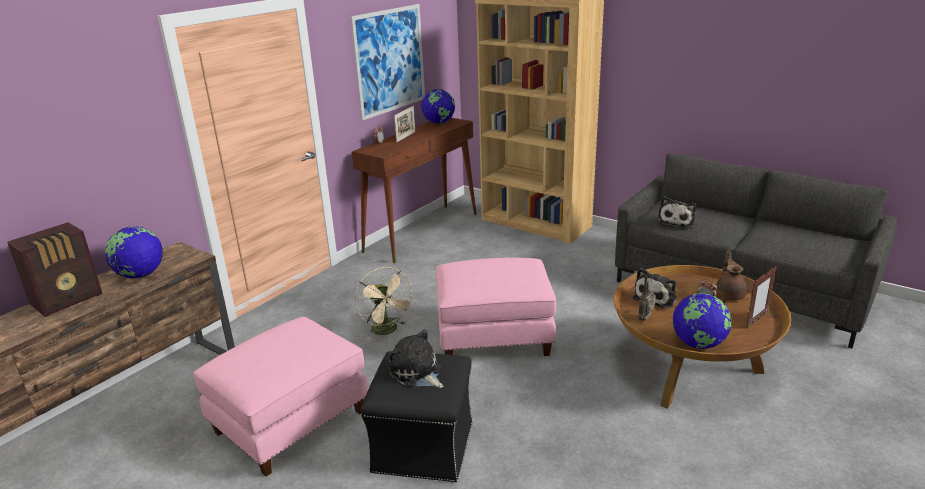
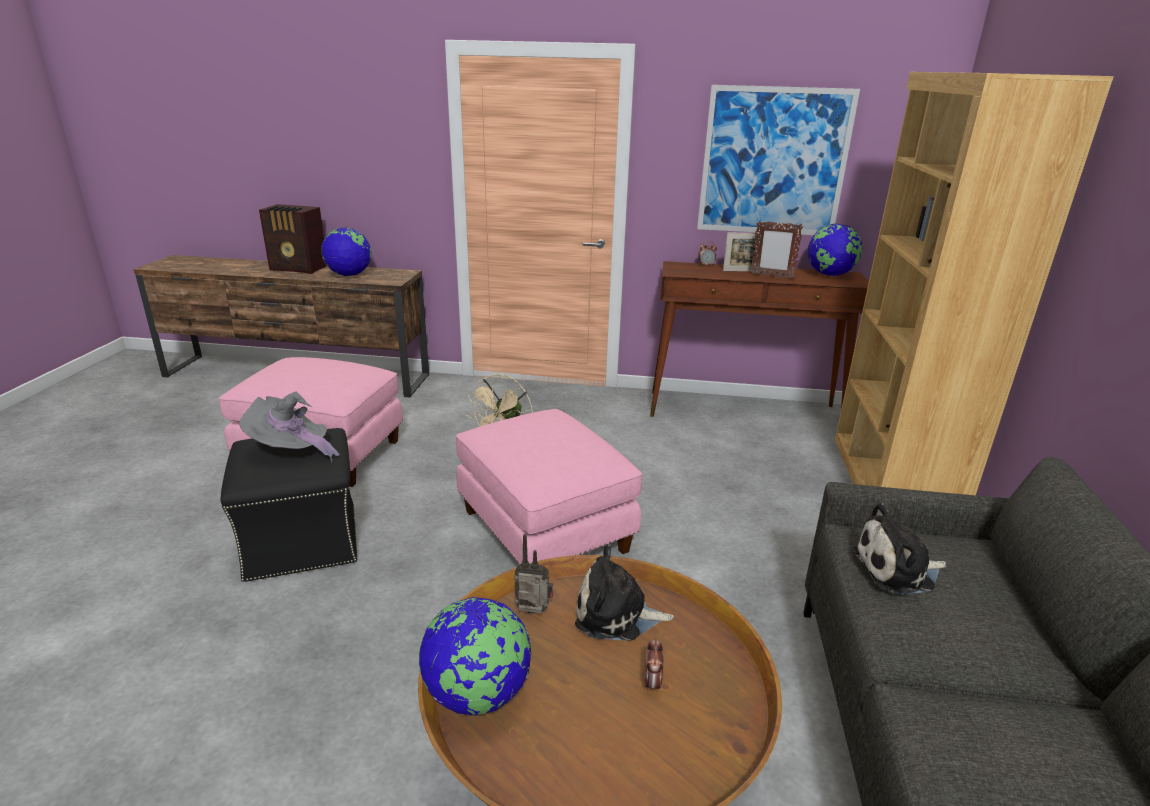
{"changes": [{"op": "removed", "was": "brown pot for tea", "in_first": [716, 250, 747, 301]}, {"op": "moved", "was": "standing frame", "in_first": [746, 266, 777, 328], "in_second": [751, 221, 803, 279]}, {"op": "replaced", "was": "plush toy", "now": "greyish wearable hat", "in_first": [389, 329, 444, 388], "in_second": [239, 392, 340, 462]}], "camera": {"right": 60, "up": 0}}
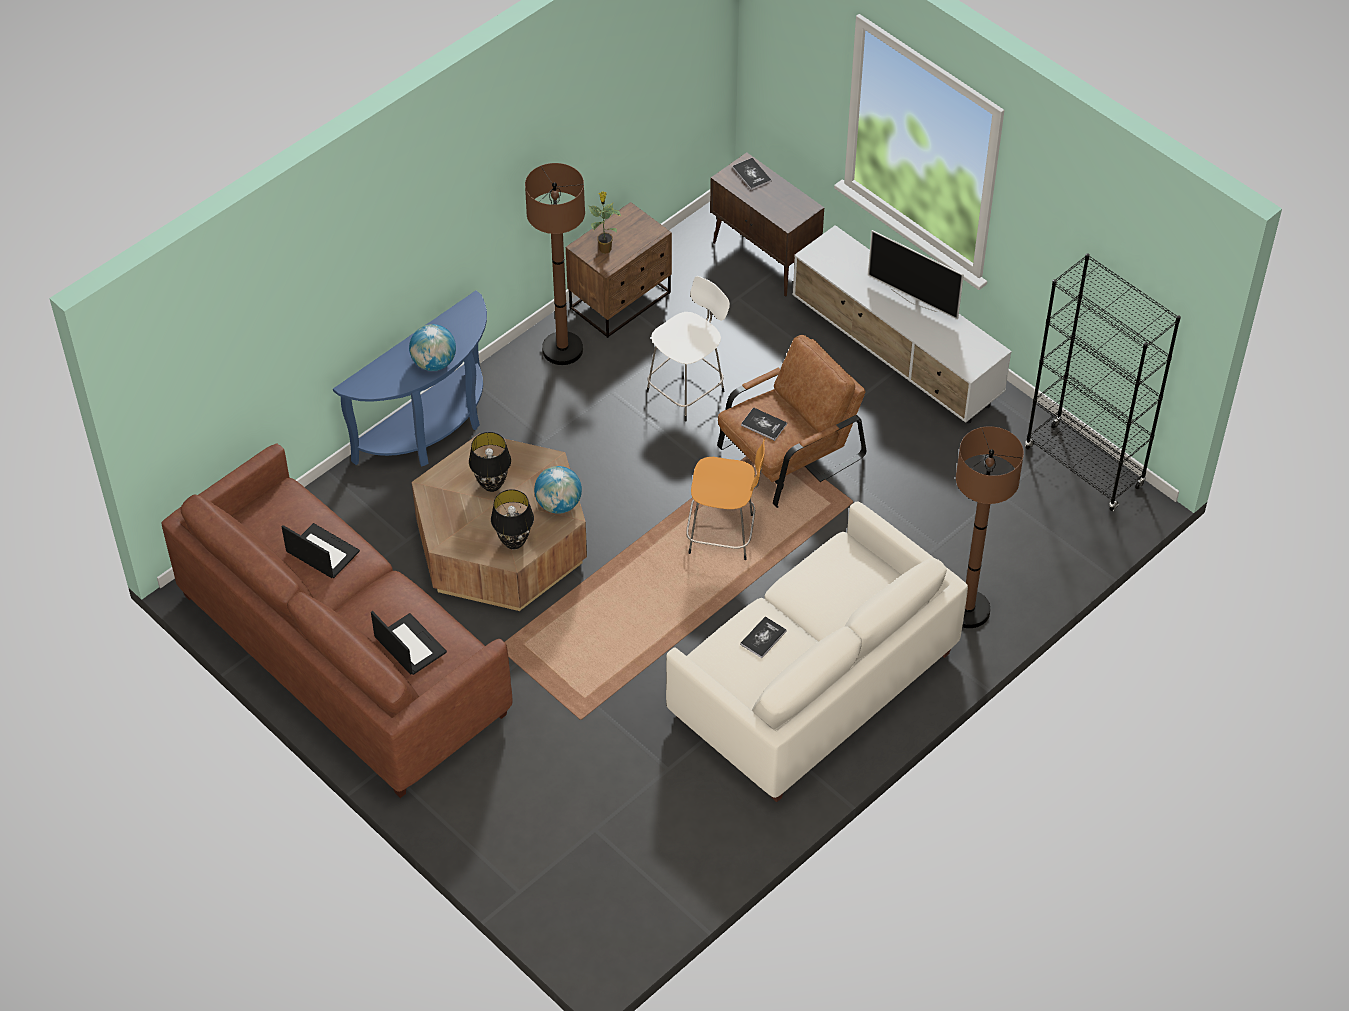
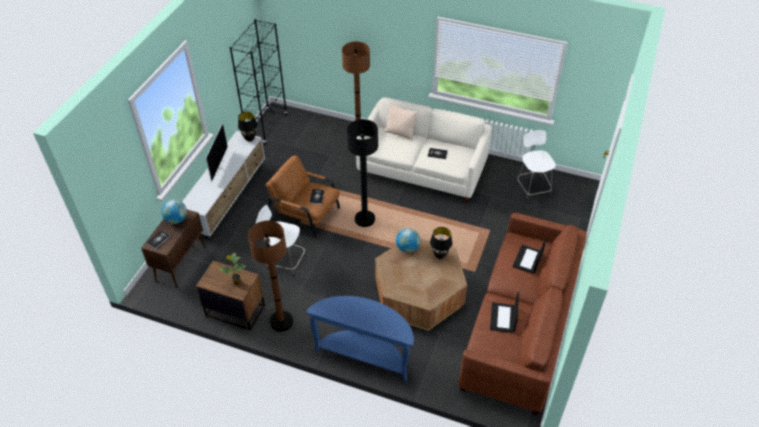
{"changes": [{"op": "added", "now": "beige throw pillow", "in_second": [385, 103, 418, 140]}, {"op": "added", "now": "white stool seat", "in_second": [516, 130, 556, 202]}, {"op": "moved", "was": "desk globe", "in_first": [409, 324, 456, 371], "in_second": [162, 200, 187, 224]}, {"op": "moved", "was": "blackish tabletop lamp", "in_first": [469, 432, 511, 492], "in_second": [238, 112, 257, 141]}, {"op": "replaced", "was": "orange stool seat", "now": "blackish standard lamp", "in_first": [686, 438, 765, 560], "in_second": [347, 119, 378, 227]}], "camera": {"right": -115, "up": -5}}
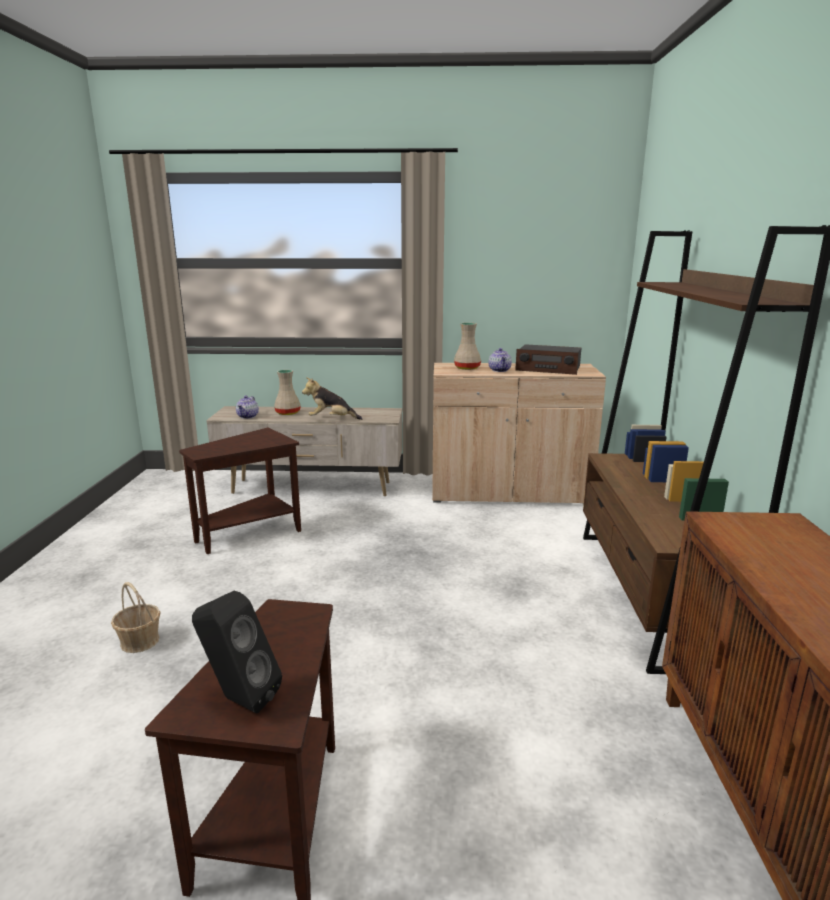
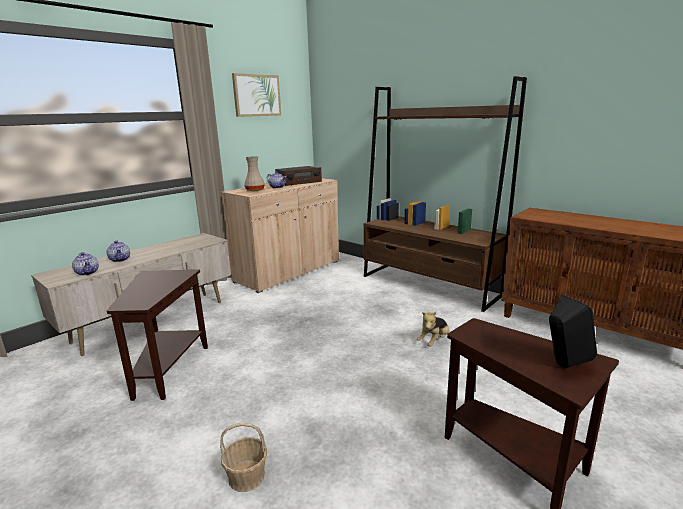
{"changes": [{"op": "added", "now": "wall picture", "in_second": [232, 73, 281, 117]}, {"op": "moved", "was": "plush toy", "in_first": [302, 377, 362, 420], "in_second": [417, 312, 449, 347]}, {"op": "replaced", "was": "beige flower vase", "now": "pot for tea", "in_first": [274, 370, 301, 415], "in_second": [107, 240, 130, 262]}], "camera": {"right": -50, "up": 0}}
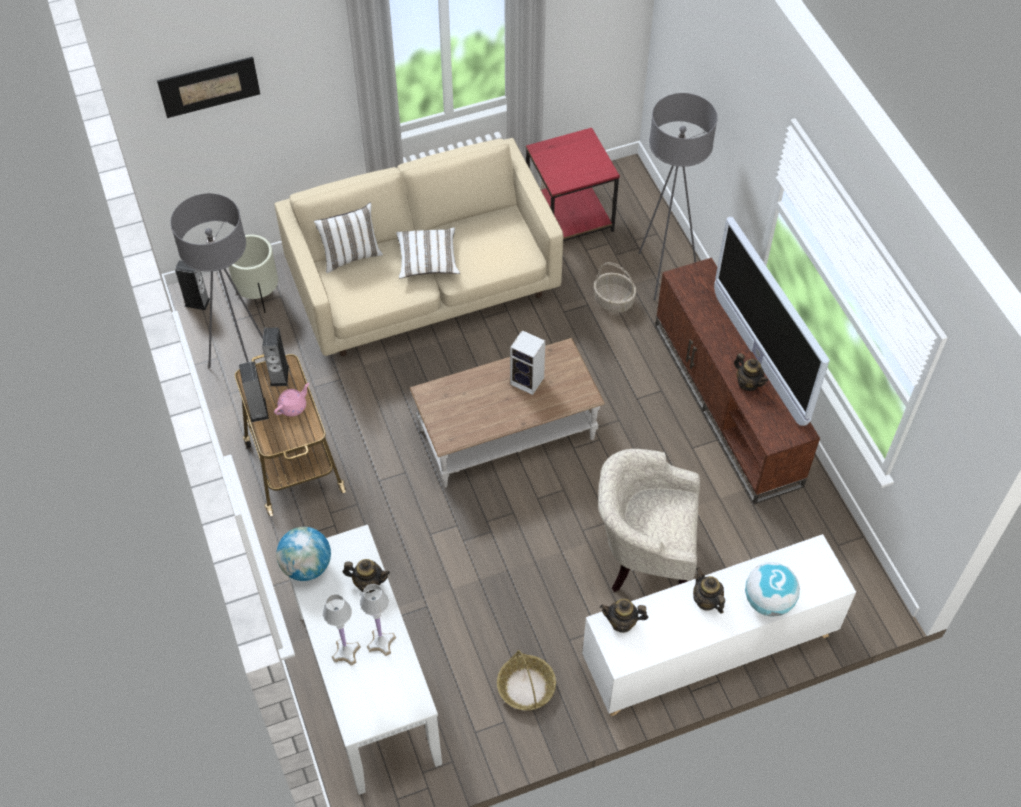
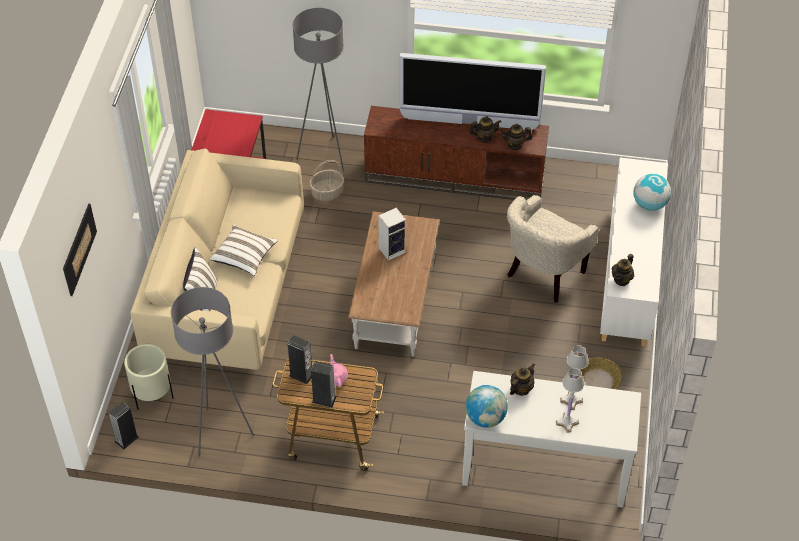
{"changes": [{"op": "moved", "was": "pot for tea", "in_first": [693, 568, 725, 614], "in_second": [500, 124, 533, 150]}], "camera": {"right": -60, "up": -5}}
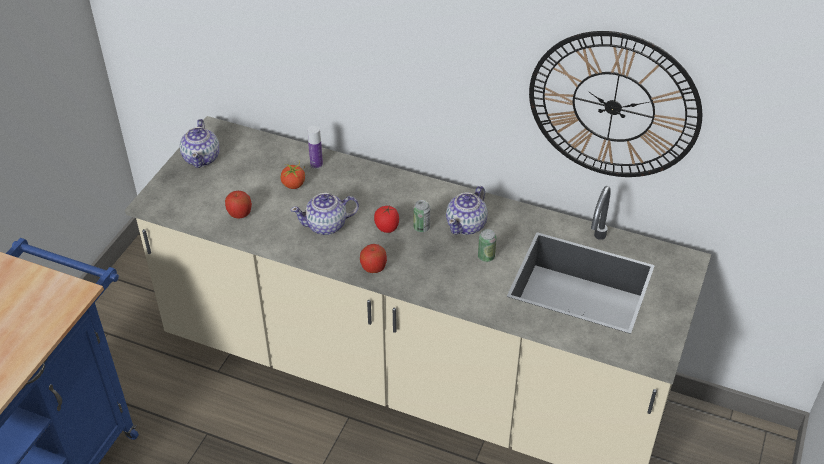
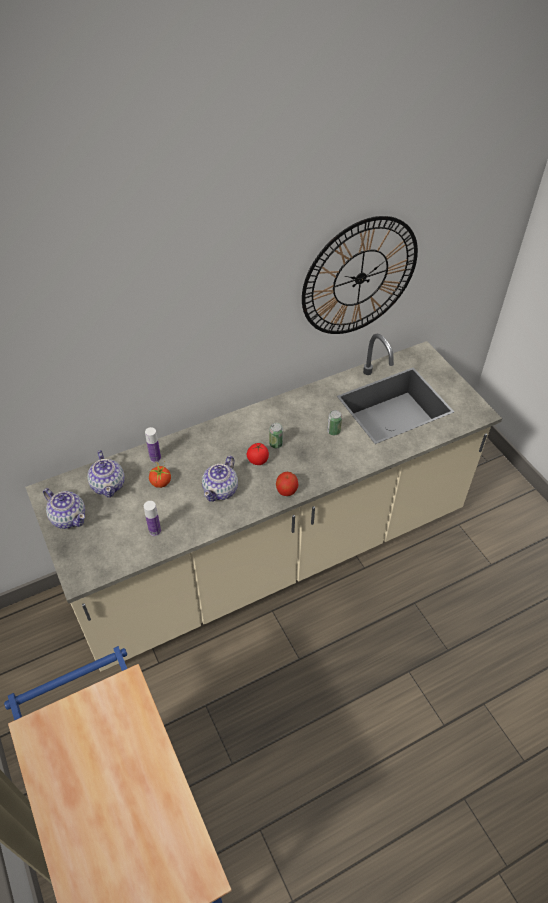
{"changes": [{"op": "moved", "was": "pot for tea", "in_first": [446, 186, 488, 235], "in_second": [87, 450, 125, 498]}, {"op": "replaced", "was": "apple", "now": "drink bottle", "in_first": [225, 191, 252, 218], "in_second": [144, 501, 161, 536]}], "camera": {"right": -50, "up": 5}}
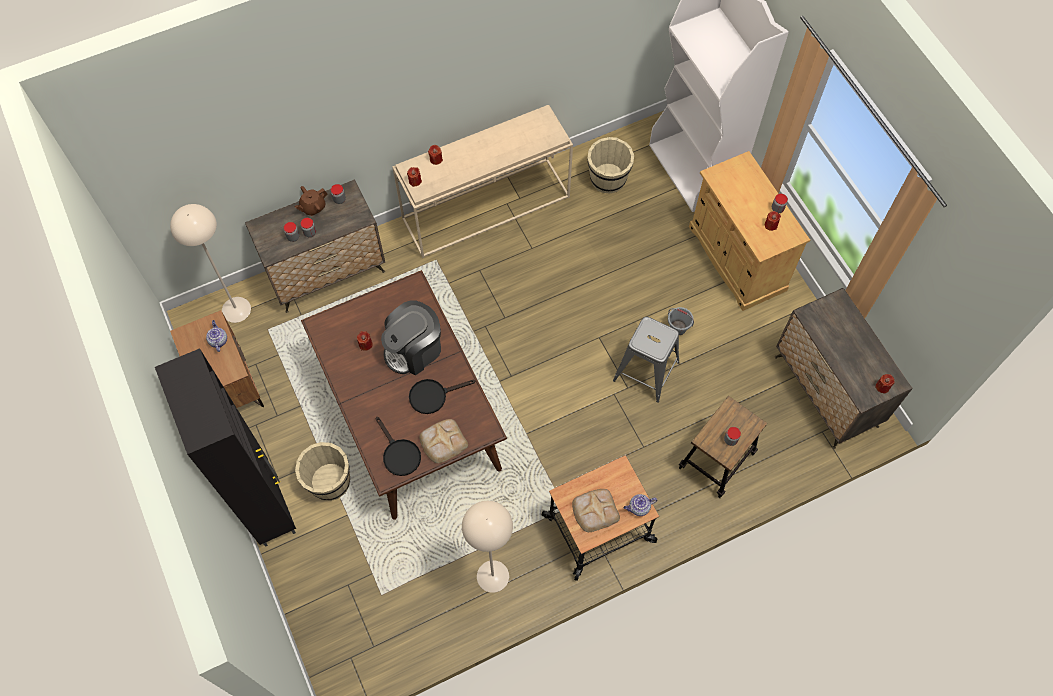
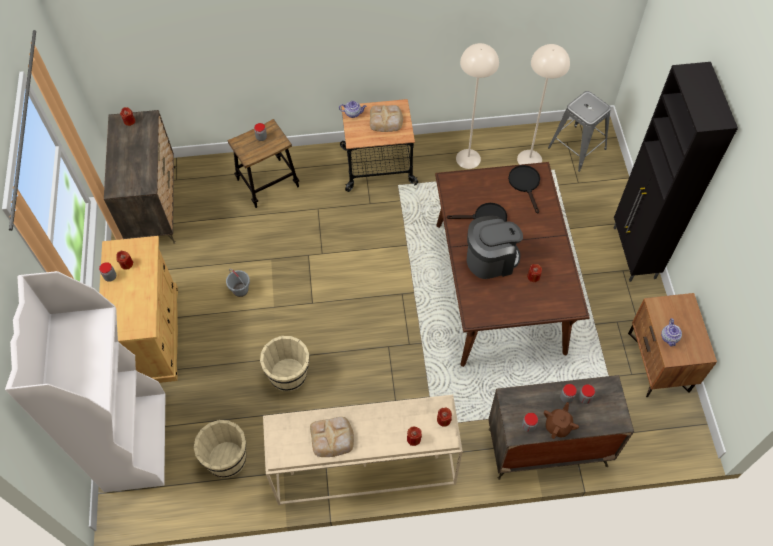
{"changes": [{"op": "moved", "was": "beige standard lamp", "in_first": [170, 204, 251, 323], "in_second": [517, 44, 570, 165]}, {"op": "moved", "was": "beige bucket", "in_first": [295, 442, 350, 501], "in_second": [260, 336, 309, 392]}, {"op": "moved", "was": "baked bread", "in_first": [420, 419, 468, 463], "in_second": [310, 417, 354, 457]}, {"op": "moved", "was": "greyish stool seat", "in_first": [613, 317, 680, 403], "in_second": [548, 91, 611, 172]}, {"op": "turned", "was": "brown pot for tea", "in_first": [295, 186, 327, 216], "in_second": [544, 402, 579, 439], "clockwise": -45}], "camera": {"right": -160, "up": -5}}
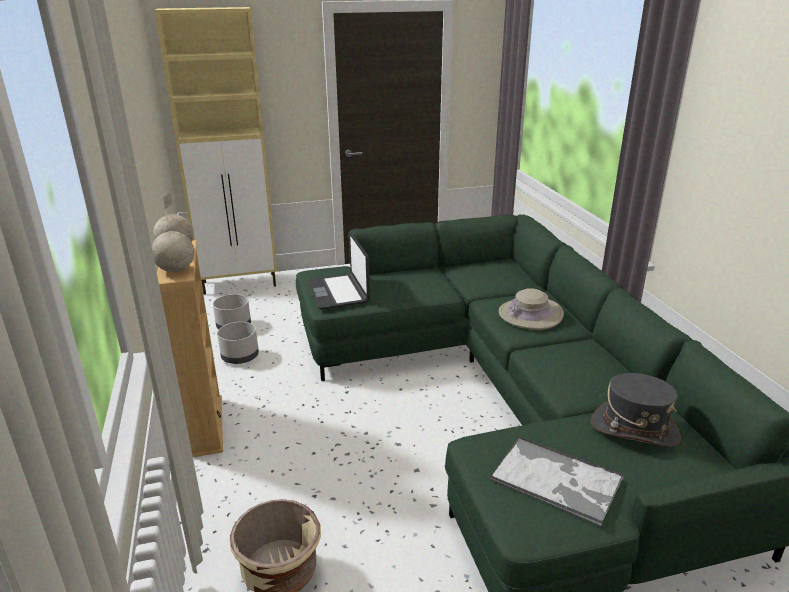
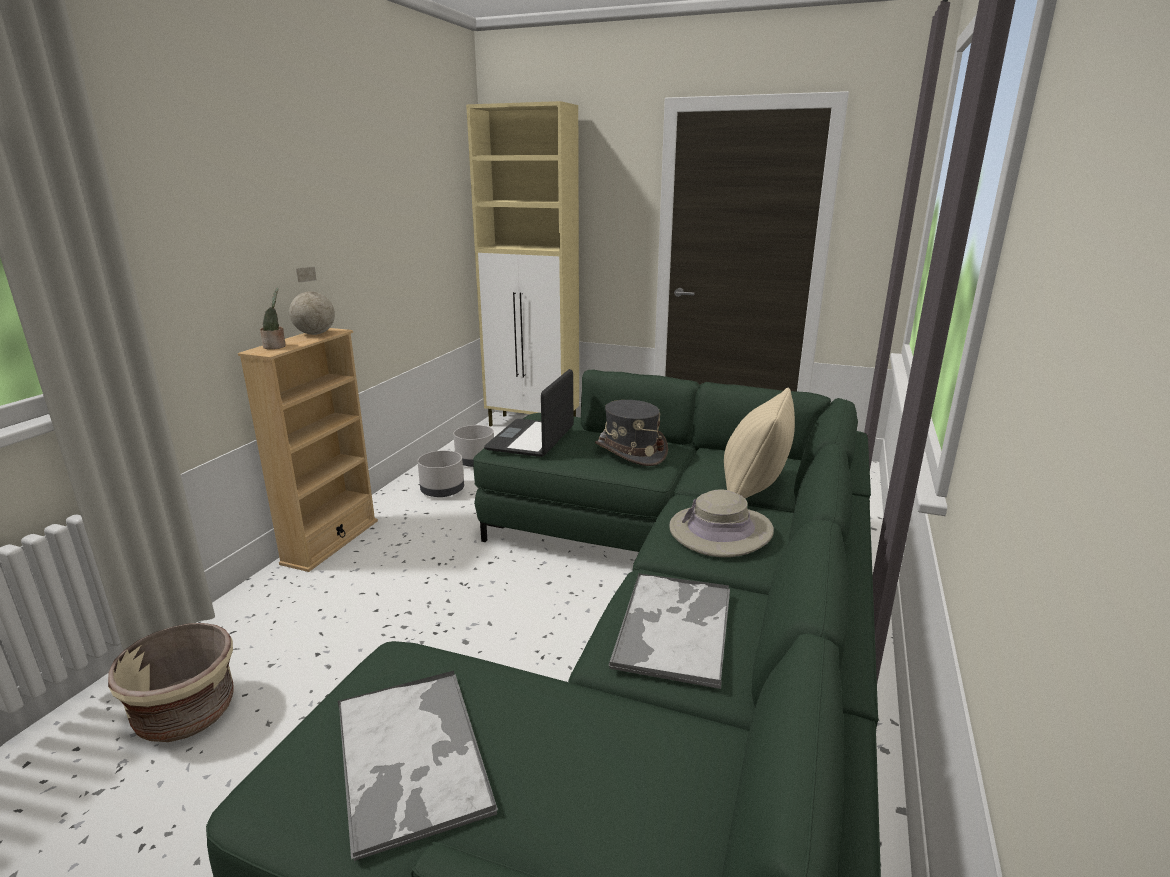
{"changes": [{"op": "added", "now": "serving tray", "in_second": [608, 573, 730, 689]}, {"op": "added", "now": "beige throw pillow", "in_second": [724, 388, 795, 498]}, {"op": "moved", "was": "greyish wearable hat", "in_first": [591, 373, 681, 447], "in_second": [595, 400, 668, 466]}, {"op": "replaced", "was": "desk globe", "now": "houseplant", "in_first": [152, 210, 194, 272], "in_second": [260, 288, 286, 349]}], "camera": {"right": 35, "up": -5}}
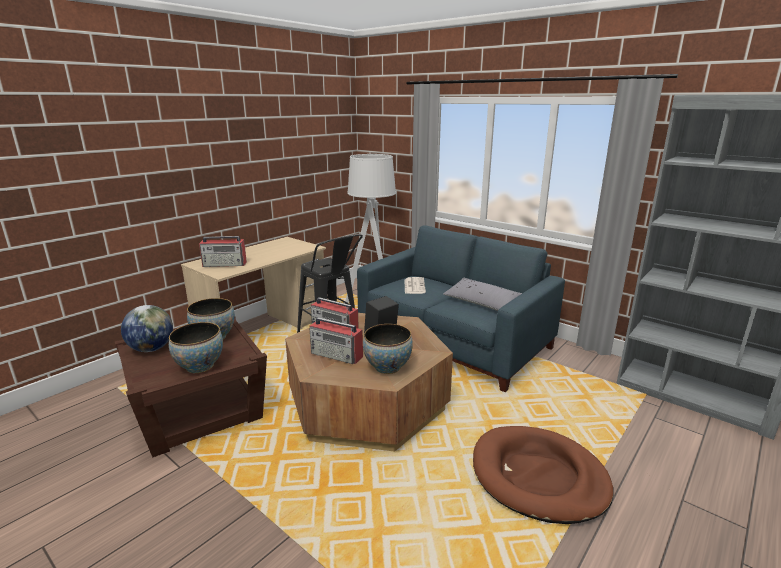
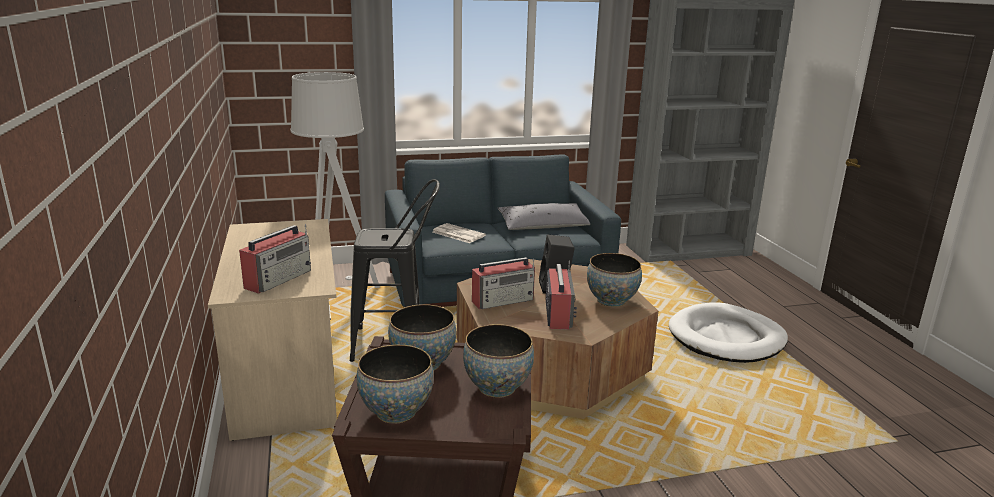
{"changes": [{"op": "replaced", "was": "desk globe", "now": "deep dish", "in_first": [121, 305, 173, 352], "in_second": [357, 345, 434, 423]}, {"op": "recoloured", "was": "brown pet bed", "now": "white pet bed", "in_first": [473, 426, 613, 524], "in_second": [669, 303, 788, 363]}, {"op": "turned", "was": "radio set", "in_first": [310, 317, 363, 364], "in_second": [546, 261, 577, 329], "clockwise": -60}], "camera": {"right": -55, "up": 0}}
